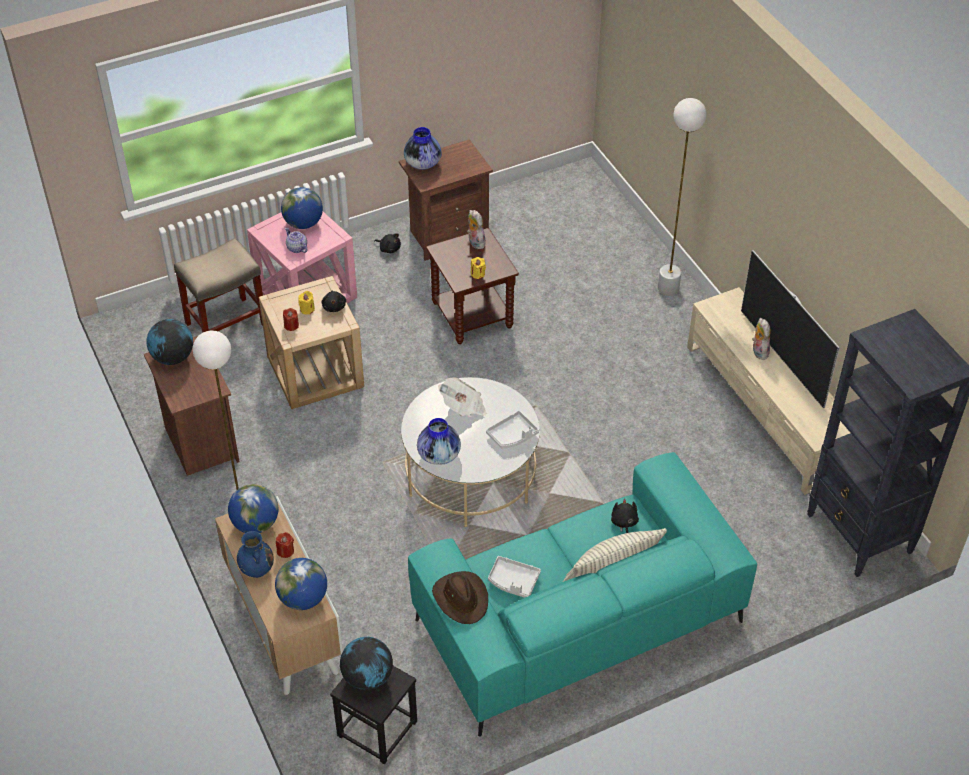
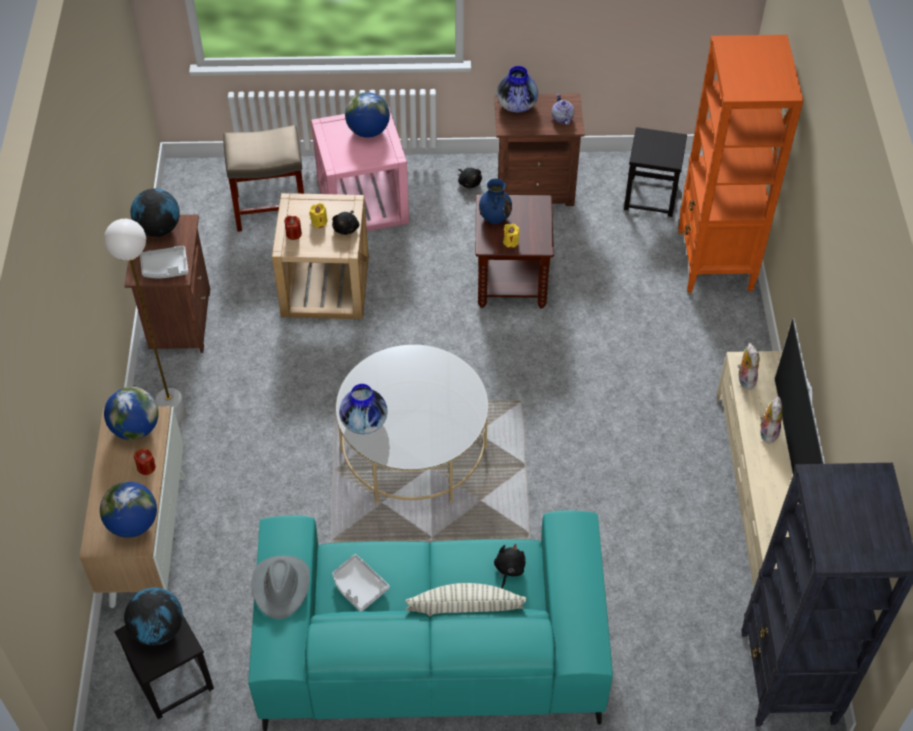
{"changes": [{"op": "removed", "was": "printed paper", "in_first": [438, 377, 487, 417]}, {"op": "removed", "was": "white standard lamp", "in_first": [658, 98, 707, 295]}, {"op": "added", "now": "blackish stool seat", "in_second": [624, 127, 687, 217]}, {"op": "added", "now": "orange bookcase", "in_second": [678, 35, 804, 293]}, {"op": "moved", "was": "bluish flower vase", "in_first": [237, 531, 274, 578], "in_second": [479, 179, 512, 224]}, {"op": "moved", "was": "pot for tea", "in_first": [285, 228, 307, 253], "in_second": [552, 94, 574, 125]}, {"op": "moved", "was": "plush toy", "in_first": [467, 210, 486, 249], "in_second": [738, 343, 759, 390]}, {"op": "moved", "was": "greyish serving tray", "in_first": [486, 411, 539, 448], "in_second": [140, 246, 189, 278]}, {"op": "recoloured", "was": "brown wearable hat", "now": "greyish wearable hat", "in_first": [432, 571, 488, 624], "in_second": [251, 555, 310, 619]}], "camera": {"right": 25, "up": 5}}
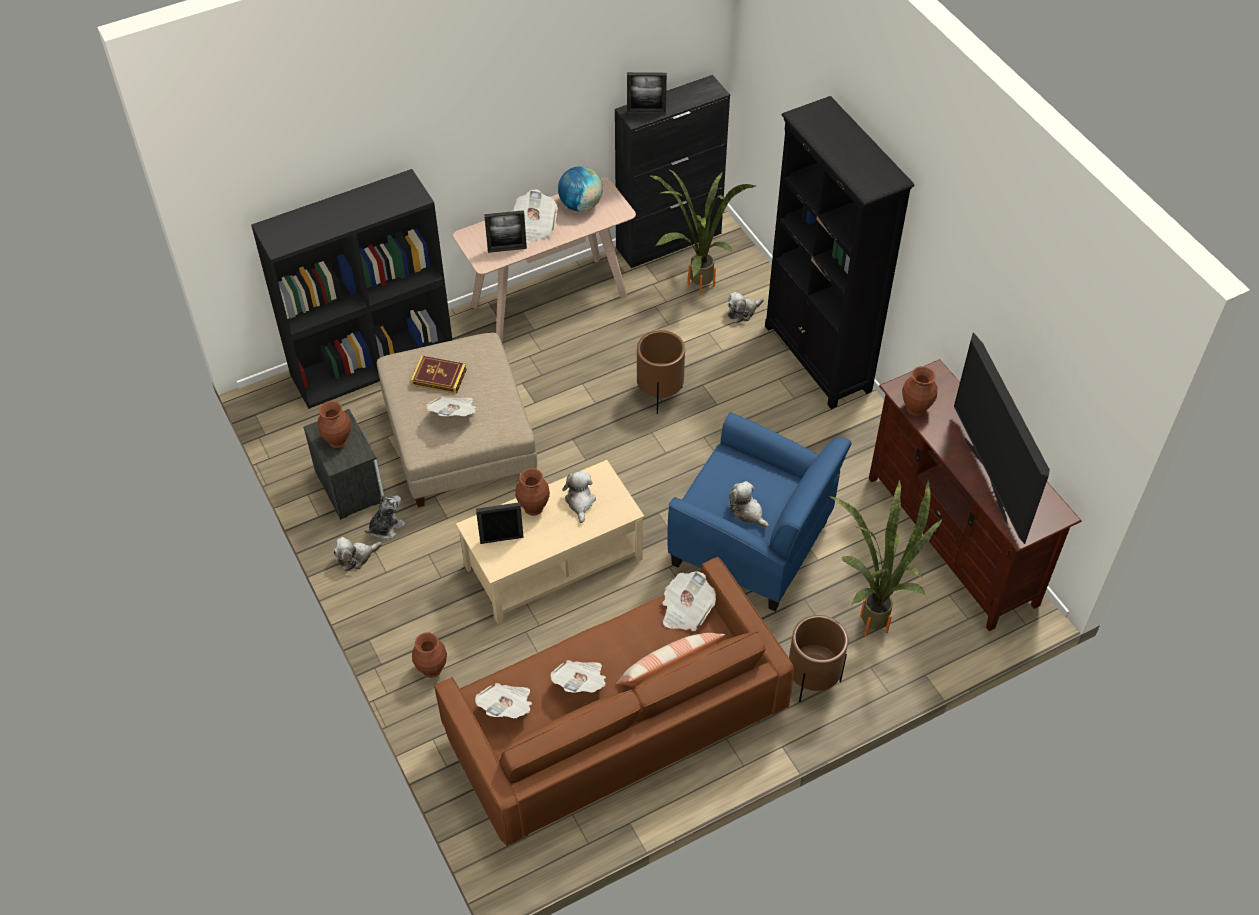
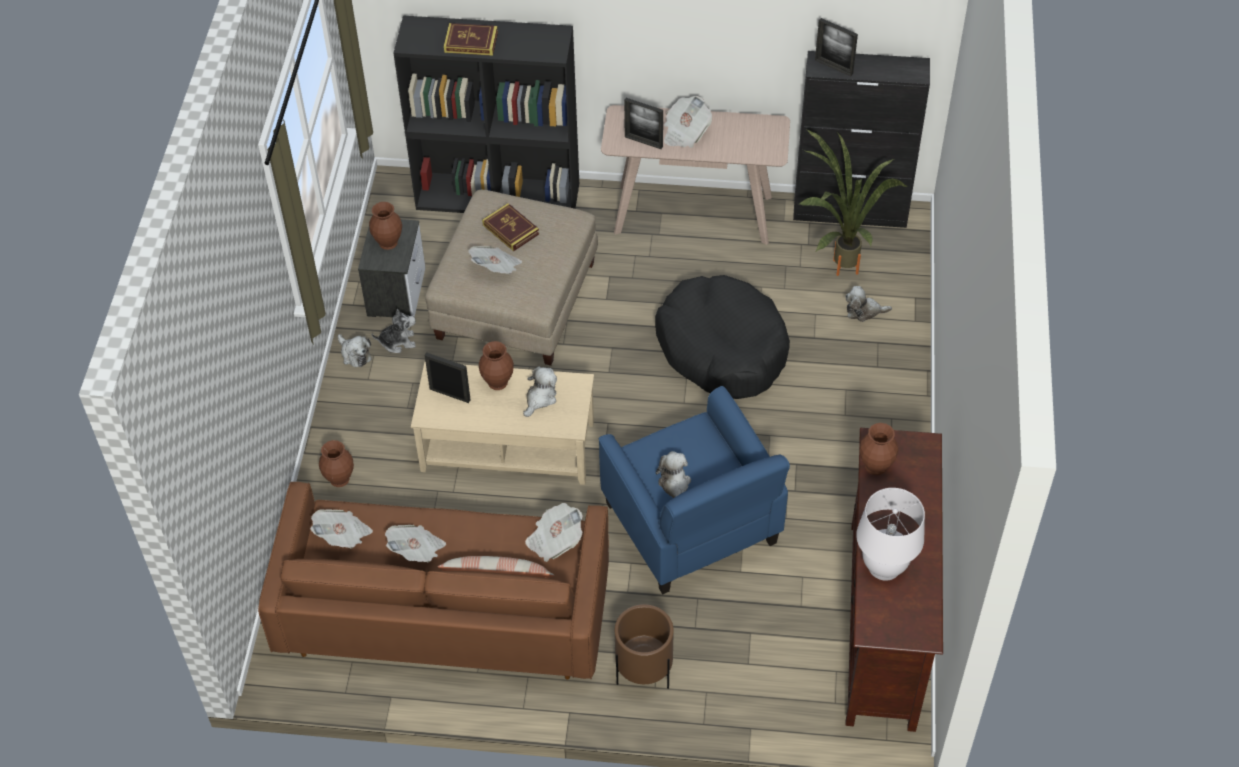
{"changes": [{"op": "removed", "was": "desk globe", "in_first": [558, 166, 603, 212]}, {"op": "removed", "was": "blackish bookcase", "in_first": [765, 96, 914, 409]}, {"op": "removed", "was": "houseplant", "in_first": [828, 478, 944, 636]}, {"op": "added", "now": "bound book", "in_second": [444, 23, 498, 56]}, {"op": "replaced", "was": "brown flower pot", "now": "blackish pet bed", "in_first": [637, 330, 685, 414], "in_second": [655, 275, 790, 399]}, {"op": "replaced", "was": "TV set", "now": "white tabletop lamp", "in_first": [954, 332, 1050, 544], "in_second": [856, 488, 925, 580]}, {"op": "turned", "was": "plush toy", "in_first": [333, 537, 382, 571], "in_second": [338, 334, 372, 367], "clockwise": -135}], "camera": {"right": 35, "up": 0}}
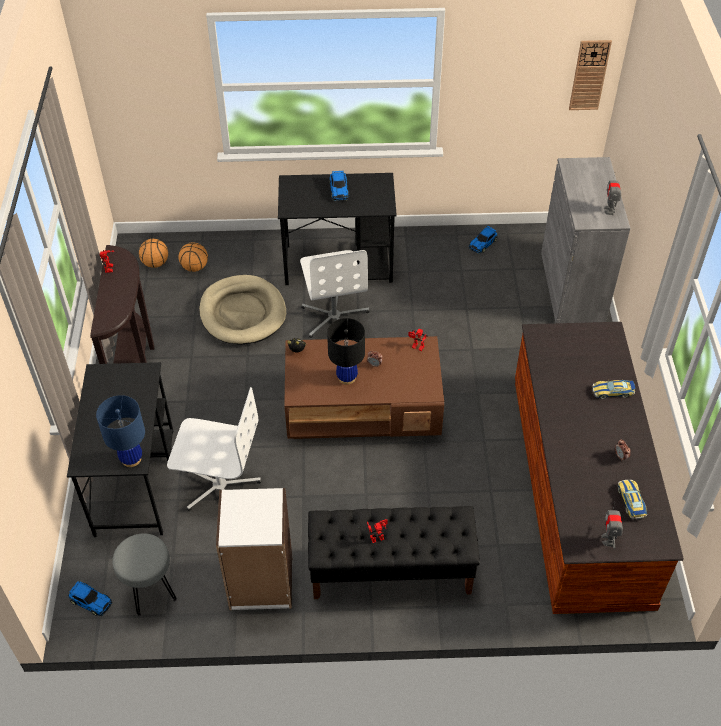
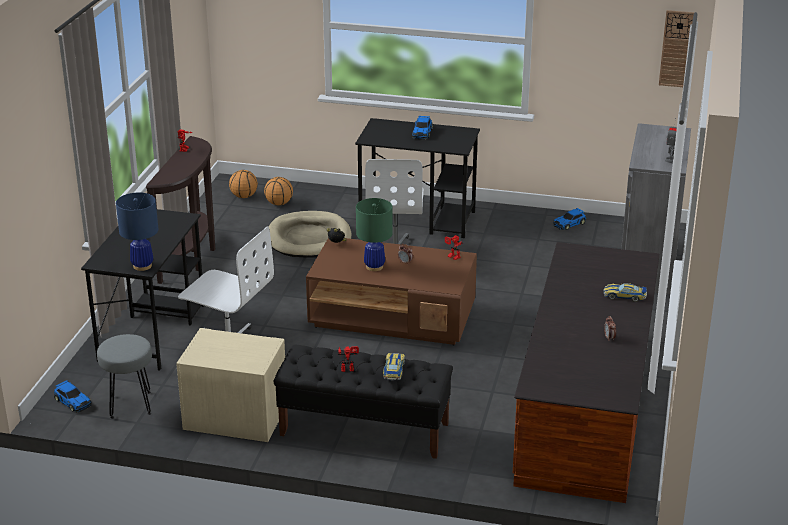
{"changes": [{"op": "removed", "was": "model robot", "in_first": [601, 507, 623, 549]}, {"op": "moved", "was": "model car", "in_first": [618, 479, 647, 519], "in_second": [383, 353, 405, 380]}, {"op": "replaced", "was": "white bookcase", "now": "beige bedside table", "in_first": [216, 488, 292, 610], "in_second": [176, 328, 285, 442]}, {"op": "recoloured", "was": "blackish tabletop lamp", "now": "greenish tabletop lamp", "in_first": [327, 318, 365, 385], "in_second": [356, 198, 393, 271]}], "camera": {"right": 15, "up": -20}}
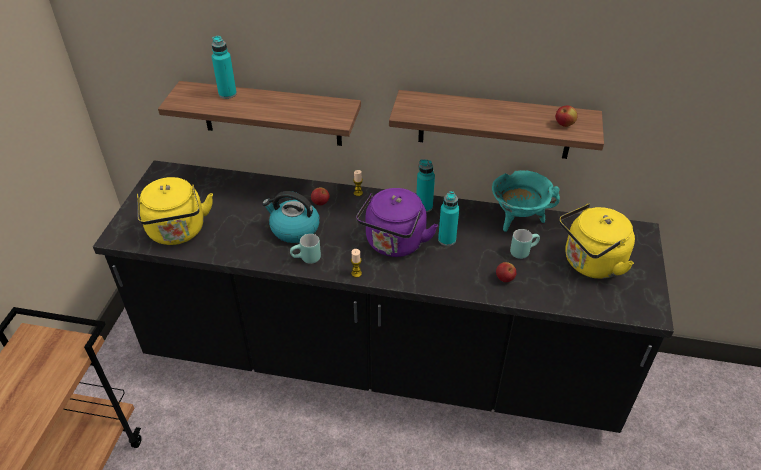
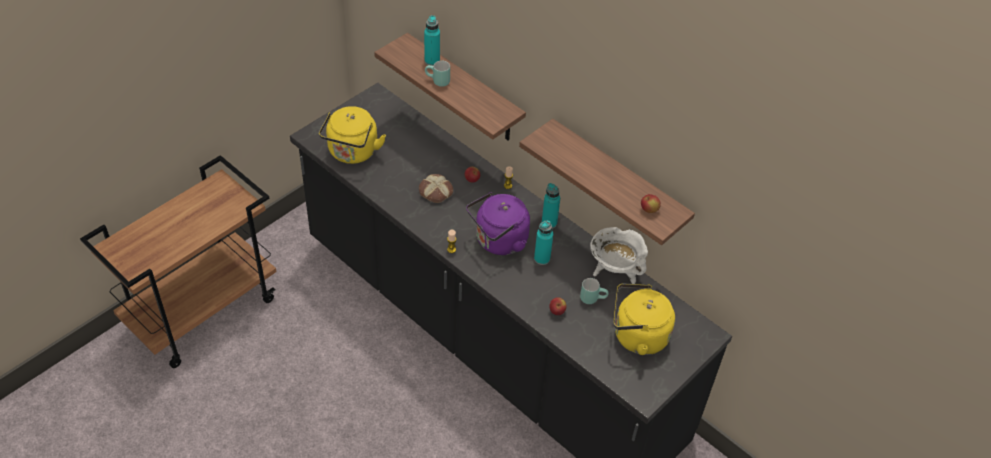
{"changes": [{"op": "moved", "was": "turquoise tea mug", "in_first": [290, 234, 321, 264], "in_second": [425, 61, 450, 87]}, {"op": "replaced", "was": "water kettle", "now": "baked bread", "in_first": [262, 191, 320, 243], "in_second": [419, 174, 453, 203]}, {"op": "recoloured", "was": "turquoise stockpot", "now": "white stockpot", "in_first": [492, 170, 560, 232], "in_second": [590, 227, 648, 284]}], "camera": {"right": 30, "up": 5}}
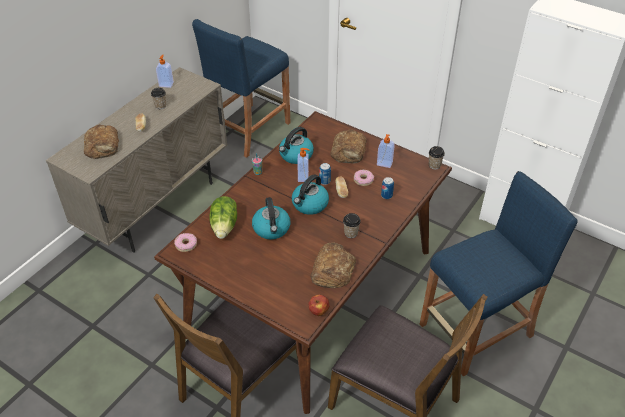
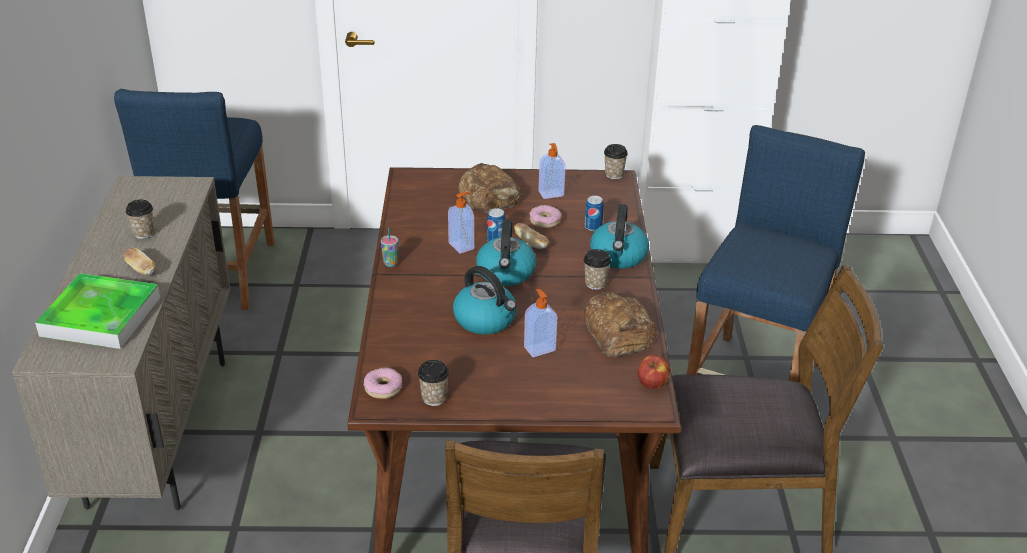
{"changes": [{"op": "removed", "was": "lettuce head", "in_first": [209, 196, 237, 239]}, {"op": "added", "now": "drinking cup", "in_second": [418, 360, 449, 406]}, {"op": "moved", "was": "liquid soap bottle", "in_first": [156, 55, 174, 88], "in_second": [524, 289, 557, 357]}, {"op": "moved", "was": "water kettle", "in_first": [279, 127, 314, 164], "in_second": [590, 204, 649, 269]}, {"op": "replaced", "was": "baked bread", "now": "serving tray", "in_first": [84, 124, 119, 159], "in_second": [35, 273, 160, 349]}], "camera": {"right": -35, "up": -10}}
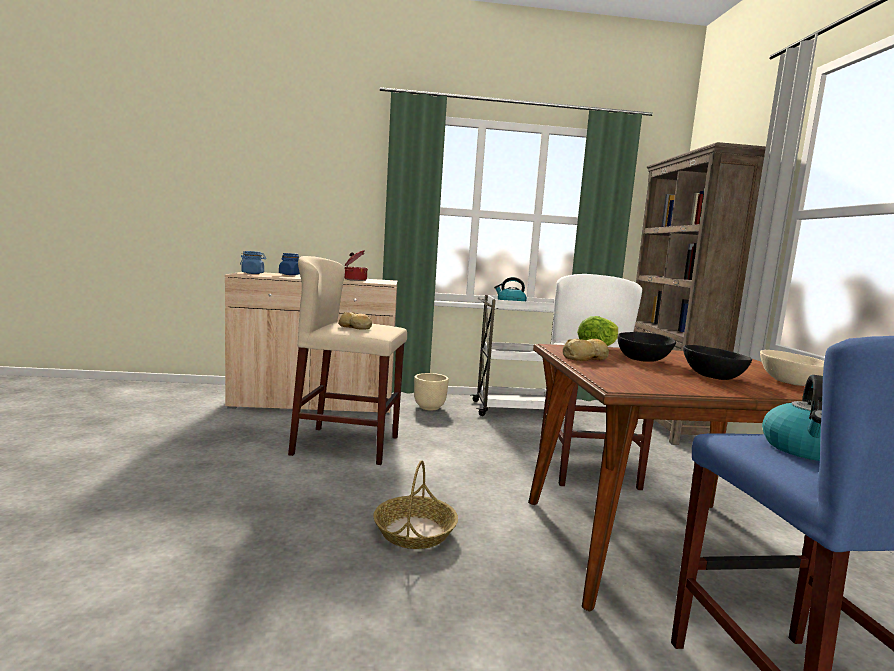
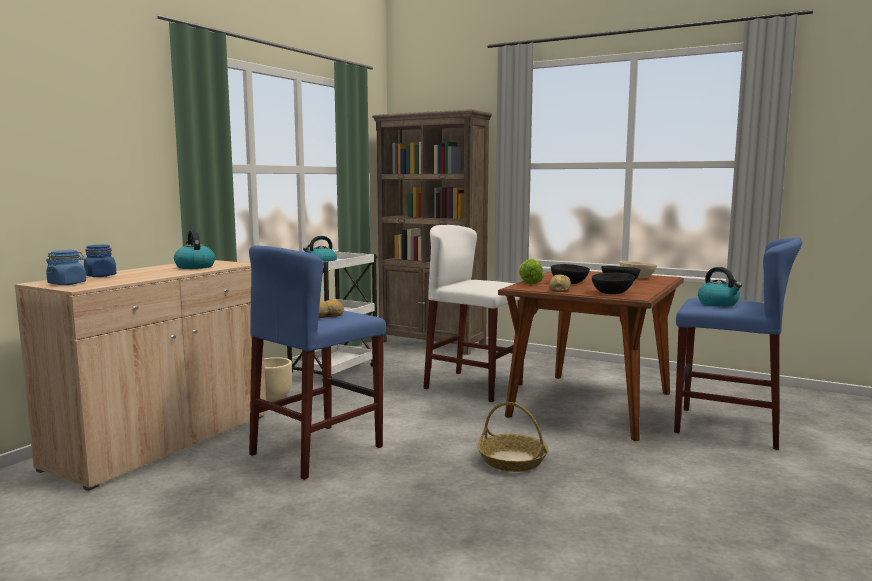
{"changes": [{"op": "added", "now": "blackish deep dish", "in_second": [592, 273, 635, 294]}, {"op": "replaced", "was": "stockpot", "now": "water kettle", "in_first": [345, 250, 368, 281], "in_second": [174, 230, 215, 269]}, {"op": "recoloured", "was": "beige stool seat", "now": "bluish stool seat", "in_first": [288, 256, 407, 465], "in_second": [249, 245, 386, 480]}], "camera": {"right": -55, "up": 0}}
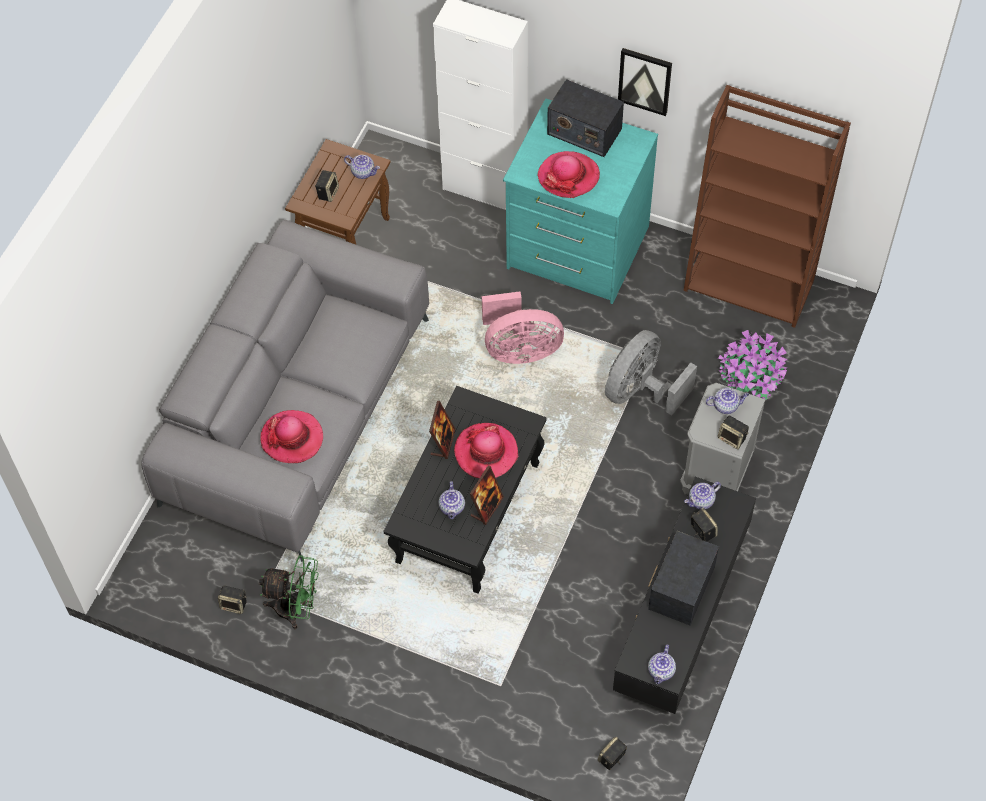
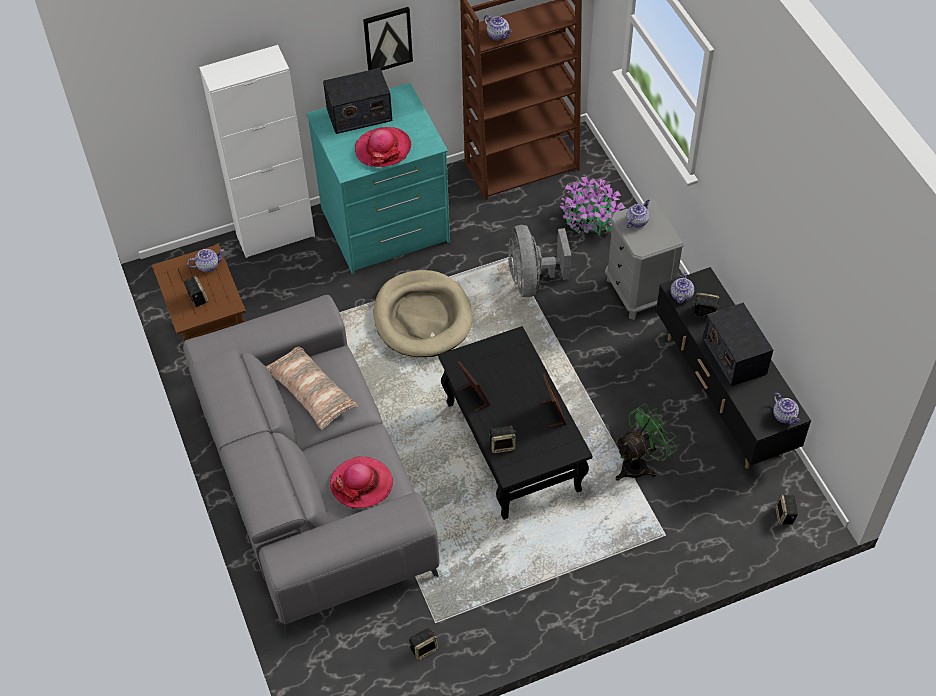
{"changes": [{"op": "removed", "was": "wearable hat", "in_first": [454, 423, 518, 478]}, {"op": "added", "now": "throw pillow", "in_second": [266, 347, 358, 429]}, {"op": "moved", "was": "greenish cooling fan", "in_first": [259, 555, 319, 629], "in_second": [615, 404, 677, 481]}, {"op": "moved", "was": "pot for tea", "in_first": [439, 481, 465, 519], "in_second": [484, 14, 512, 40]}, {"op": "moved", "was": "loudspeaker", "in_first": [718, 416, 749, 449], "in_second": [489, 426, 516, 453]}, {"op": "replaced", "was": "pinkish cooling fan", "now": "beige pet bed", "in_first": [482, 291, 564, 364], "in_second": [374, 270, 473, 357]}], "camera": {"right": -45, "up": -5}}
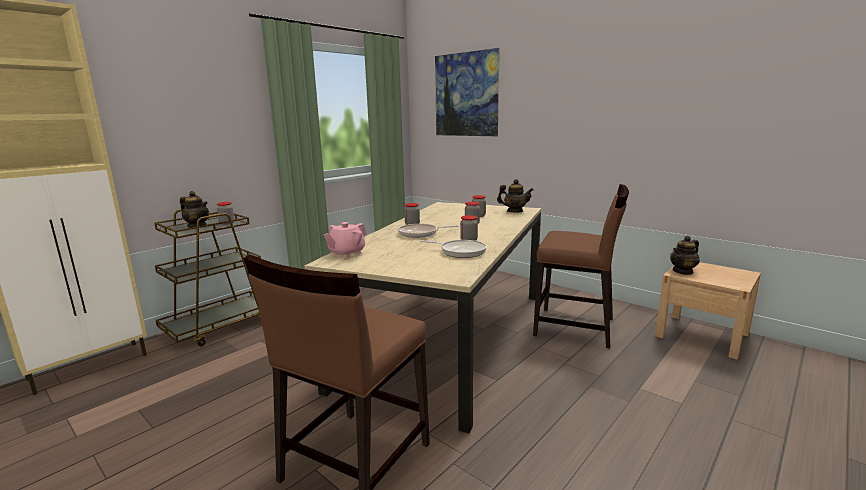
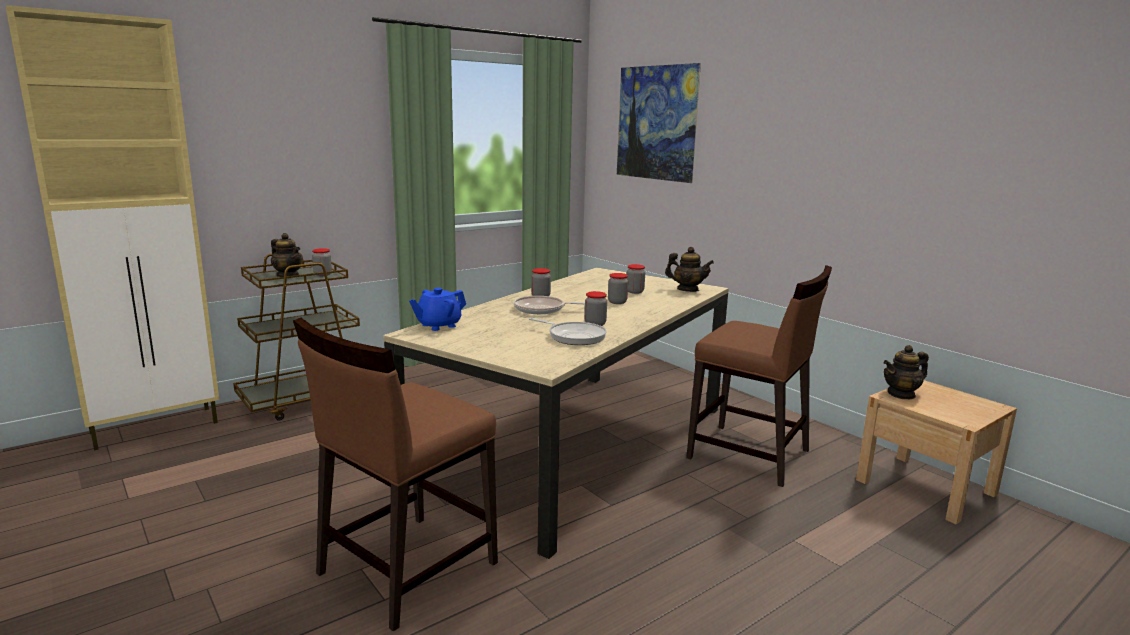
{"changes": [{"op": "recoloured", "was": "pinkish pot for tea", "now": "bluish pot for tea", "in_first": [324, 222, 366, 258], "in_second": [409, 288, 466, 331]}], "camera": {"right": 10, "up": 0}}
